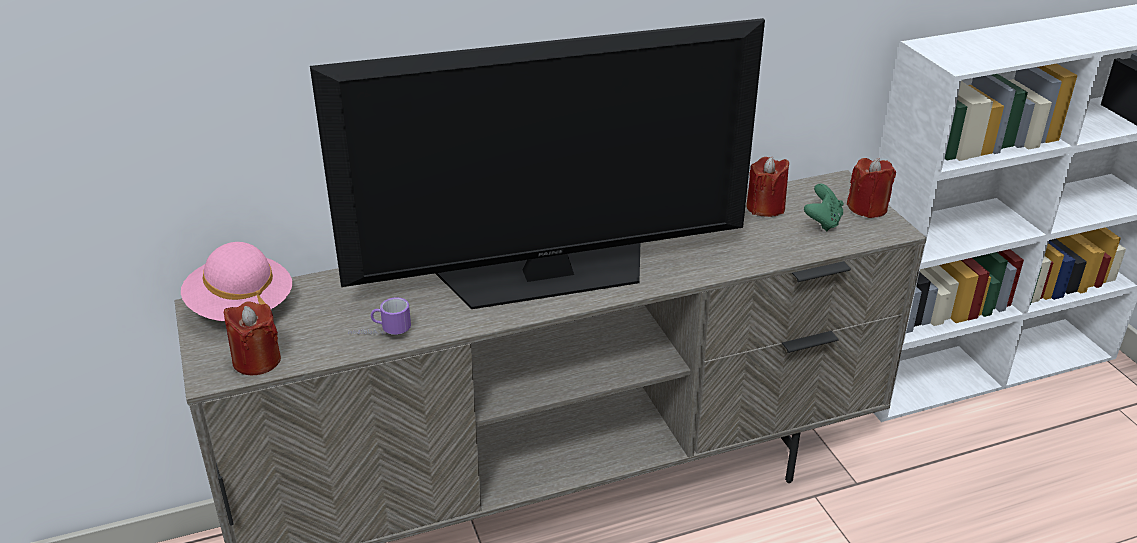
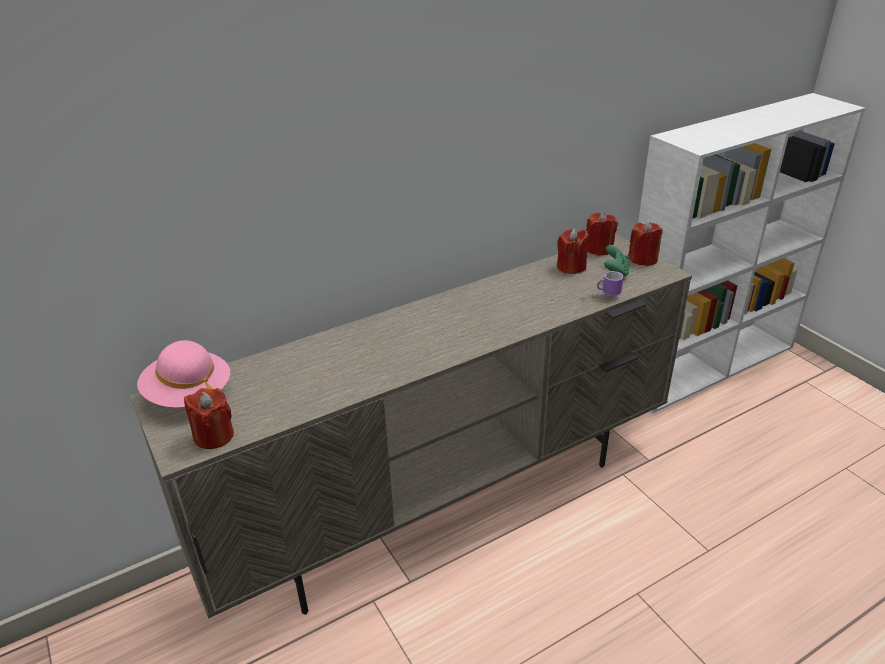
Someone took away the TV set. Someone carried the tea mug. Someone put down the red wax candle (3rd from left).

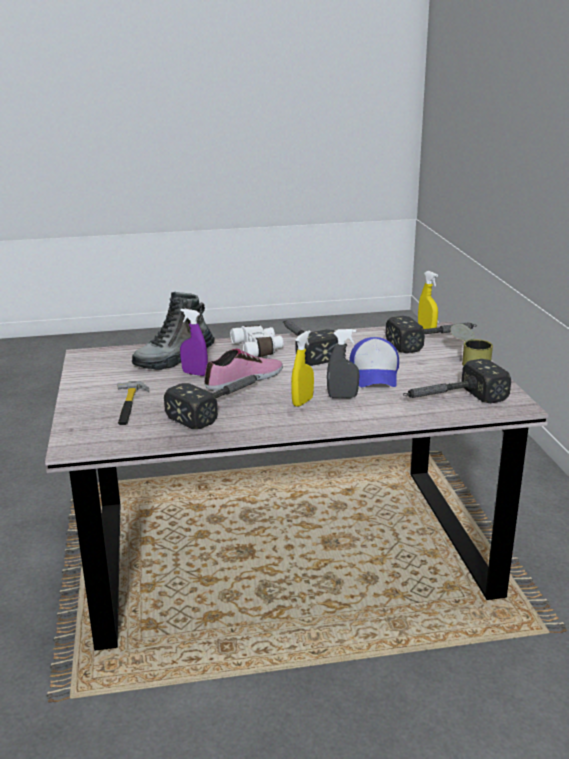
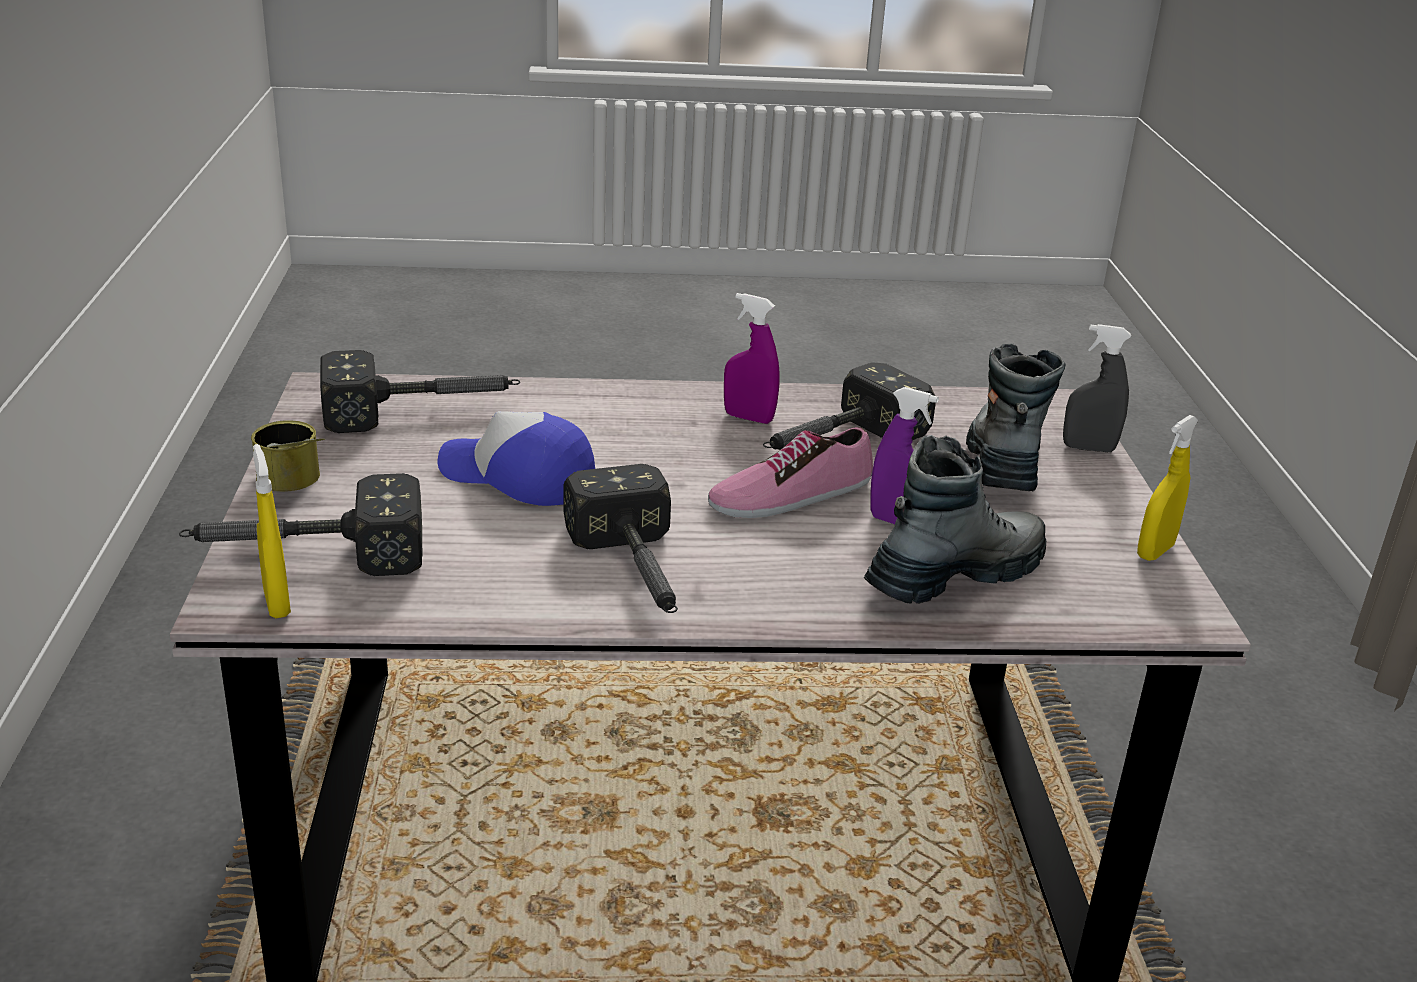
Someone swapped the hammer (1st from left) for the boot (2nd from left). Someone took away the whitish pair of binoculars. Someone carried the yellow hand sprayer (1st from left in the first image). Someone carried the grey hand sprayer. Someone rotated the peaked cap by 75 degrees counterclockwise. Someone put down the purple-coloured hand sprayer (1st from left).

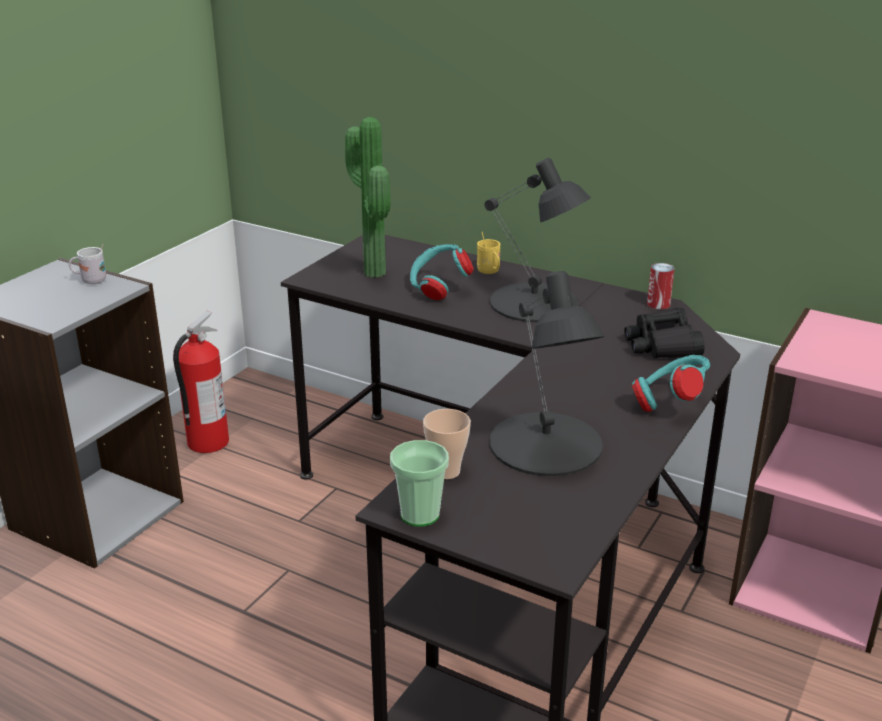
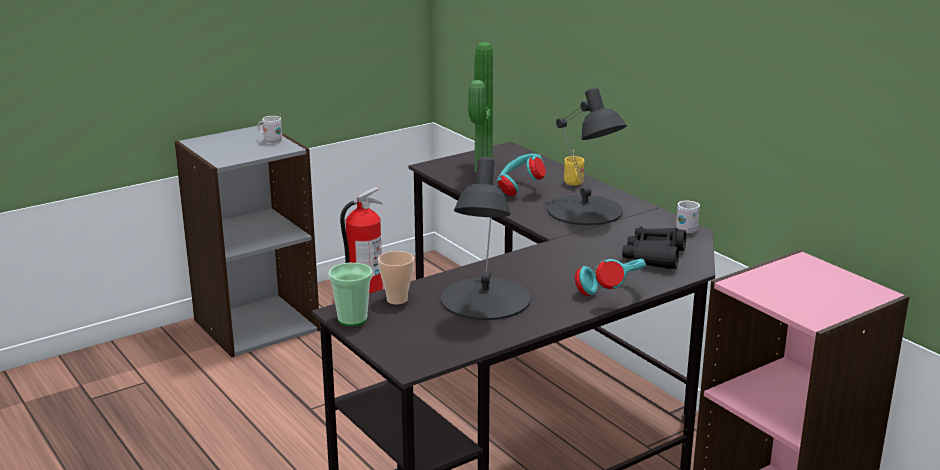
Someone swapped the can for the whitish tea mug (2nd from left).

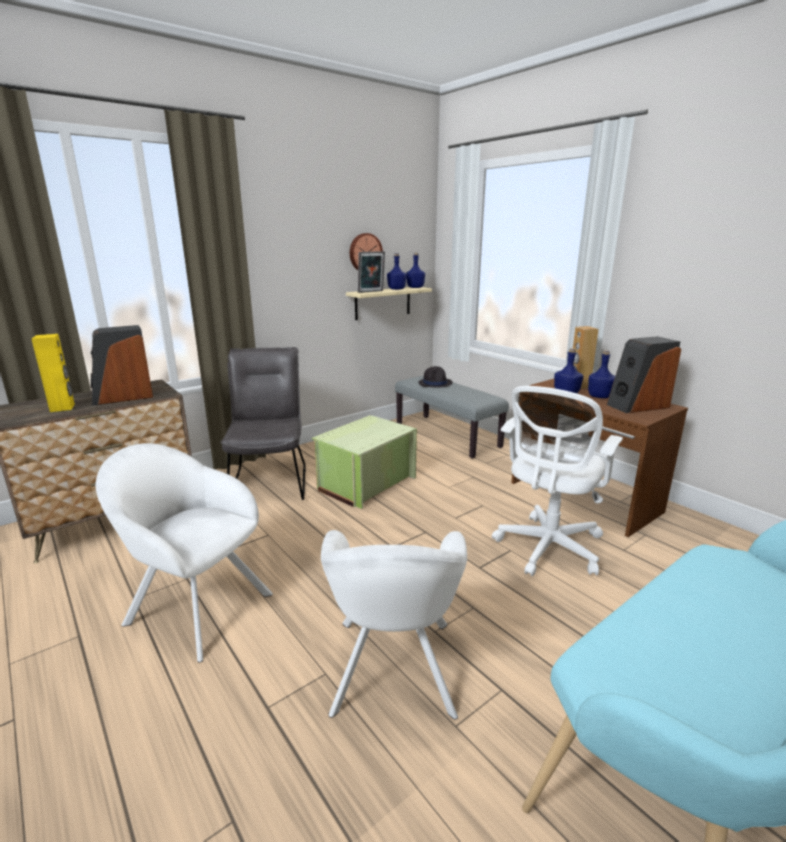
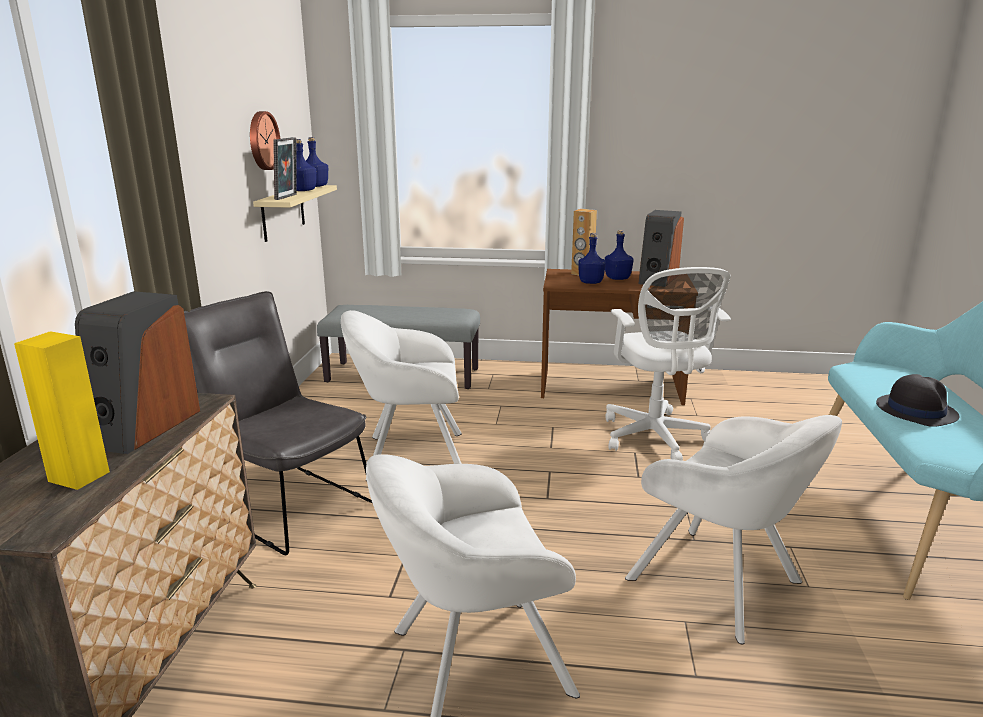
Someone swapped the green-coloured storage container for the whitish easy chair (1st from left). Someone carried the black hat.

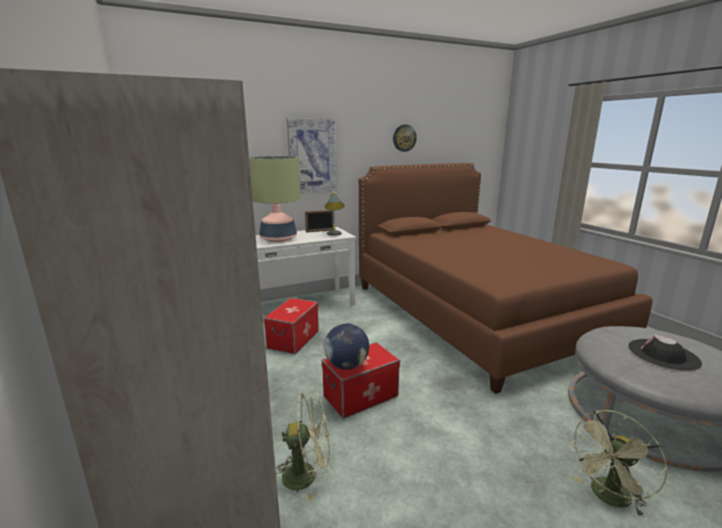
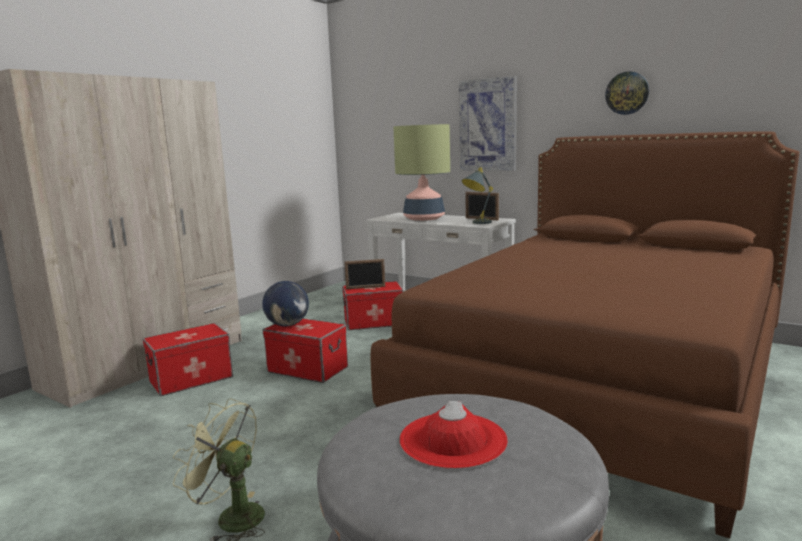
Someone swapped the green-coloured cooling fan (1st from left) for the storage container (1st from left). Someone repainted the black hat, which became the red hat. Someone put down the picture frame (1st from left).

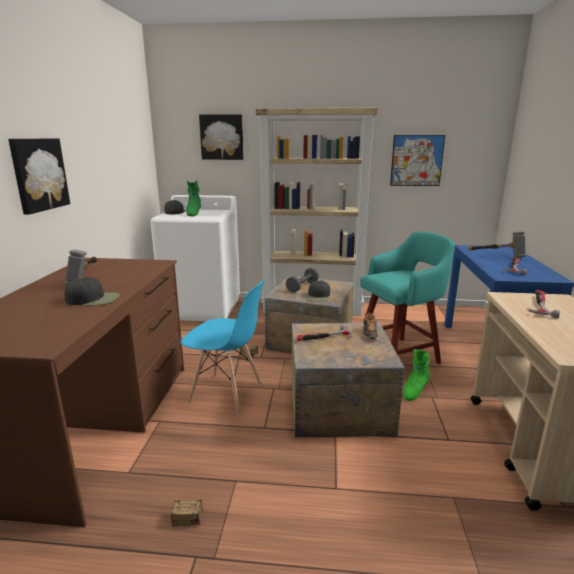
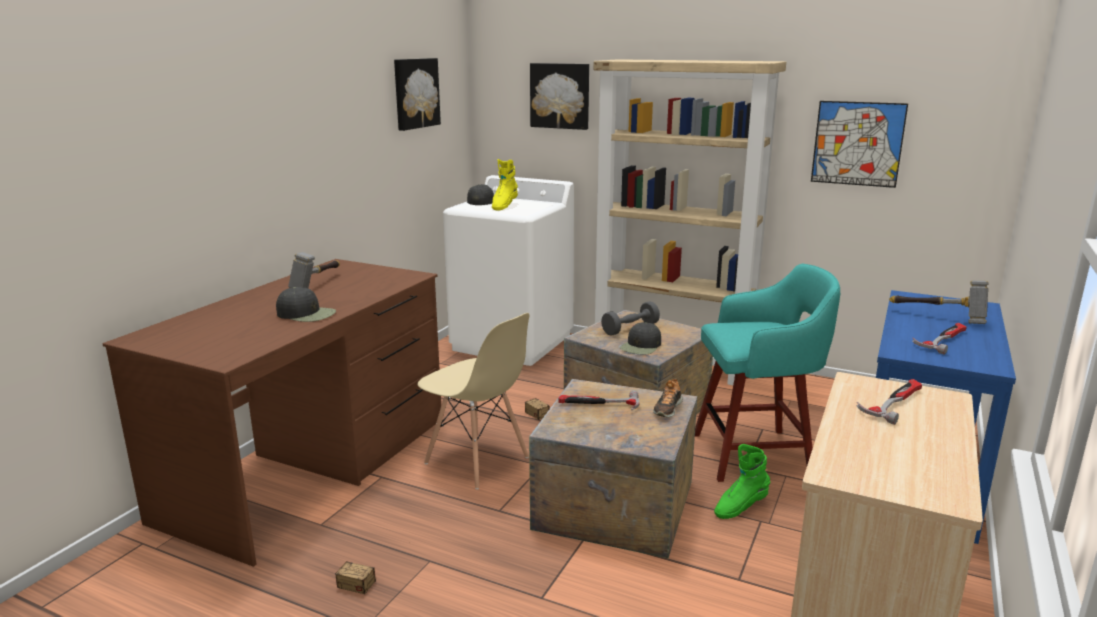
Someone carried the picture (1st from left). Someone repainted the bluish chair, which became the beige-coloured chair. Someone repainted the green-coloured boot (1st from left), which became the yellow boot.

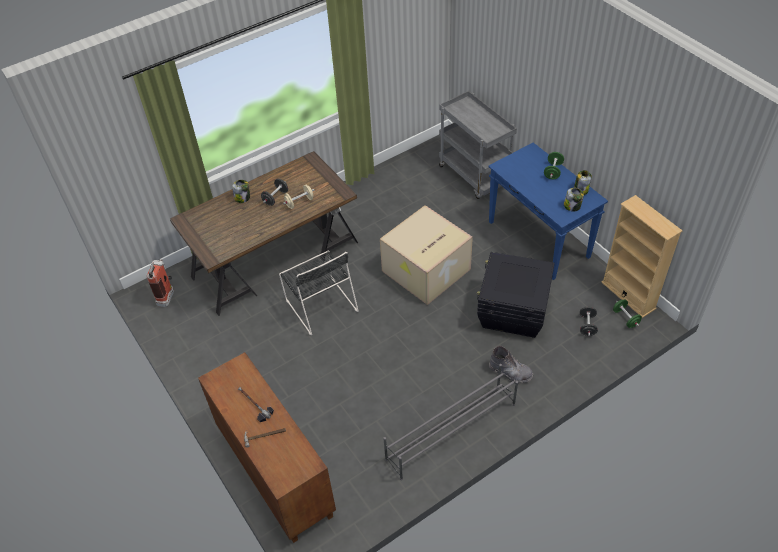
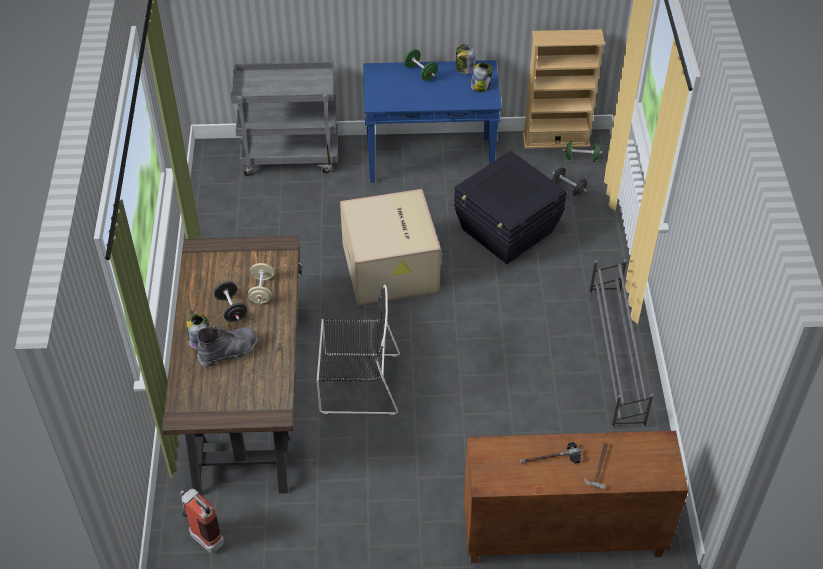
Someone carried the grey boot.

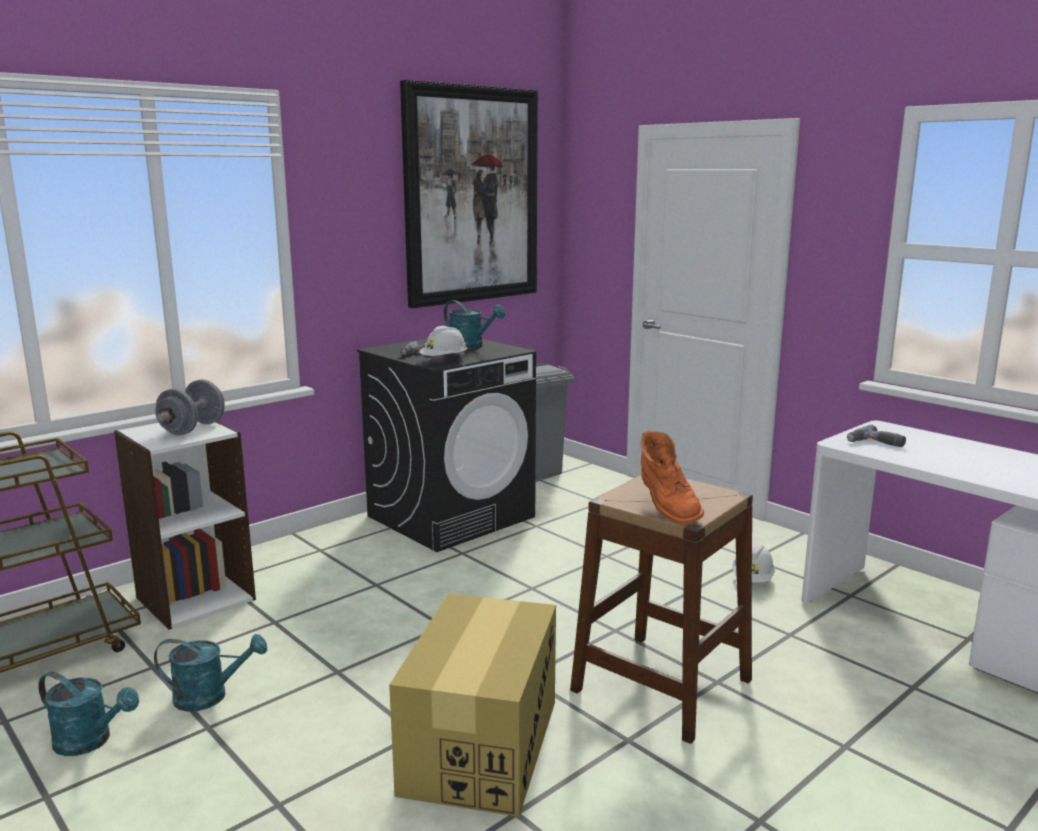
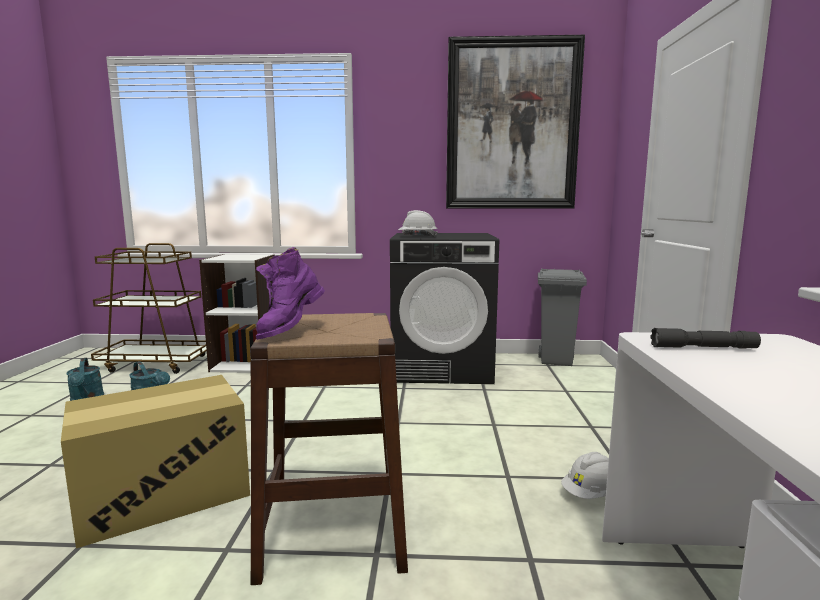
Someone took away the grey free weight. Someone took away the turquoise watering can (3rd from left). Someone repainted the orange boot, which became the purple-coloured boot. Someone swapped the drill (2nd from left) for the grey flashlight.

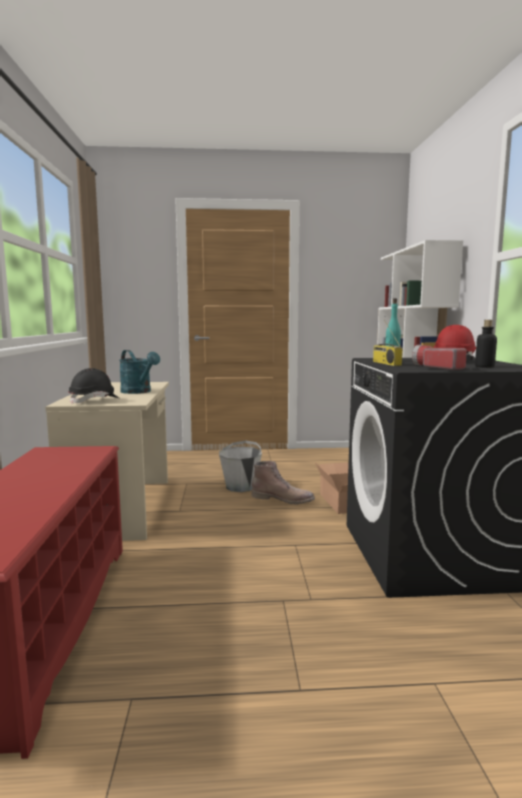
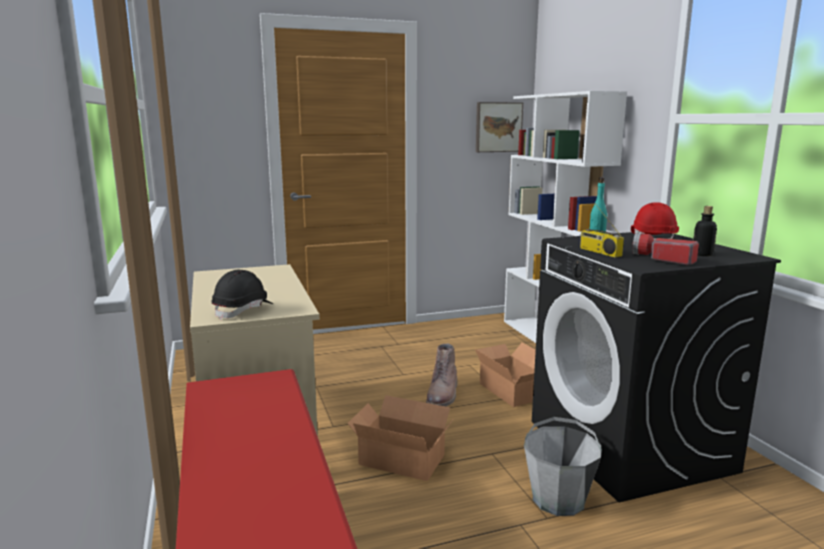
Someone took away the turquoise watering can. Someone carried the grey pail. Someone rotated the brown-coloured boot by 105 degrees clockwise. Someone put down the carton (1st from left). Someone put up the picture.

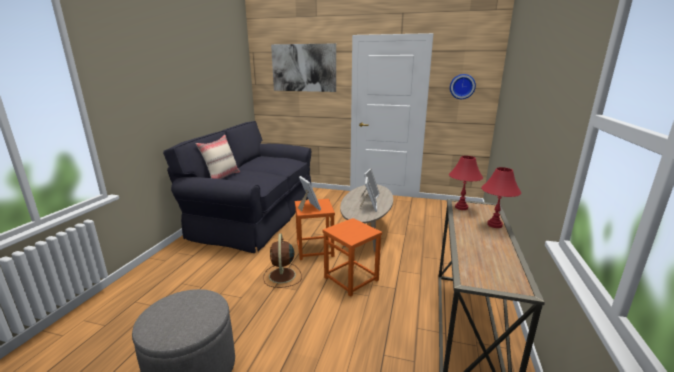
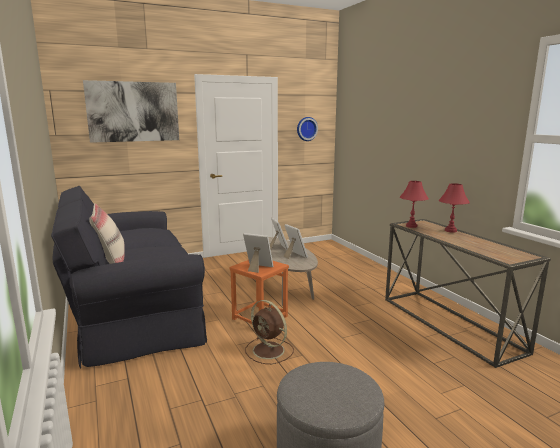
Someone took away the orange stool seat (2nd from left).

